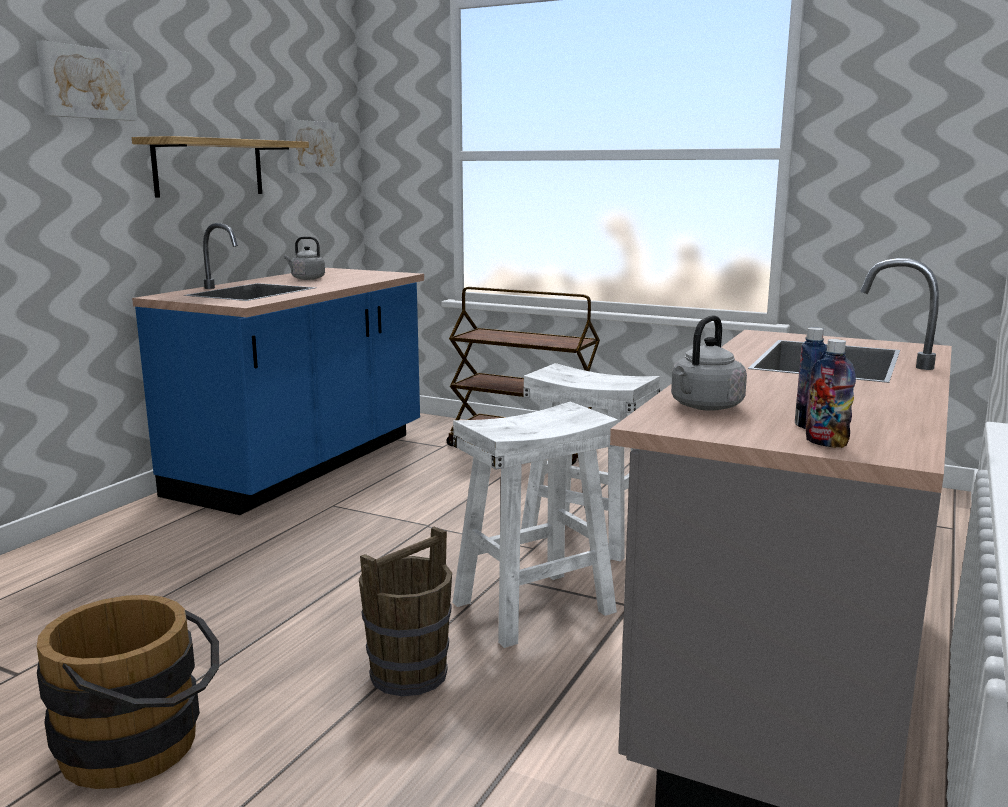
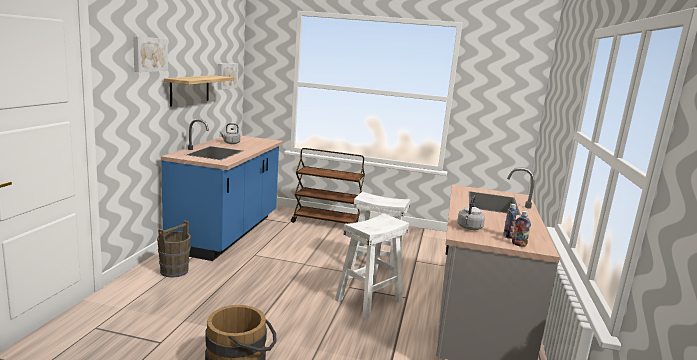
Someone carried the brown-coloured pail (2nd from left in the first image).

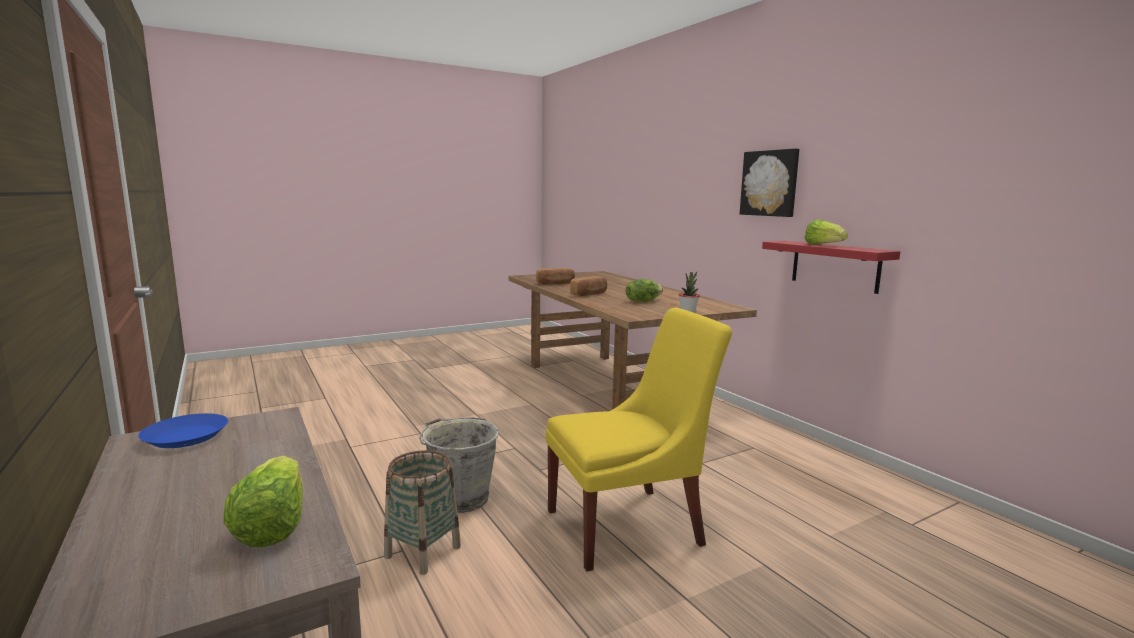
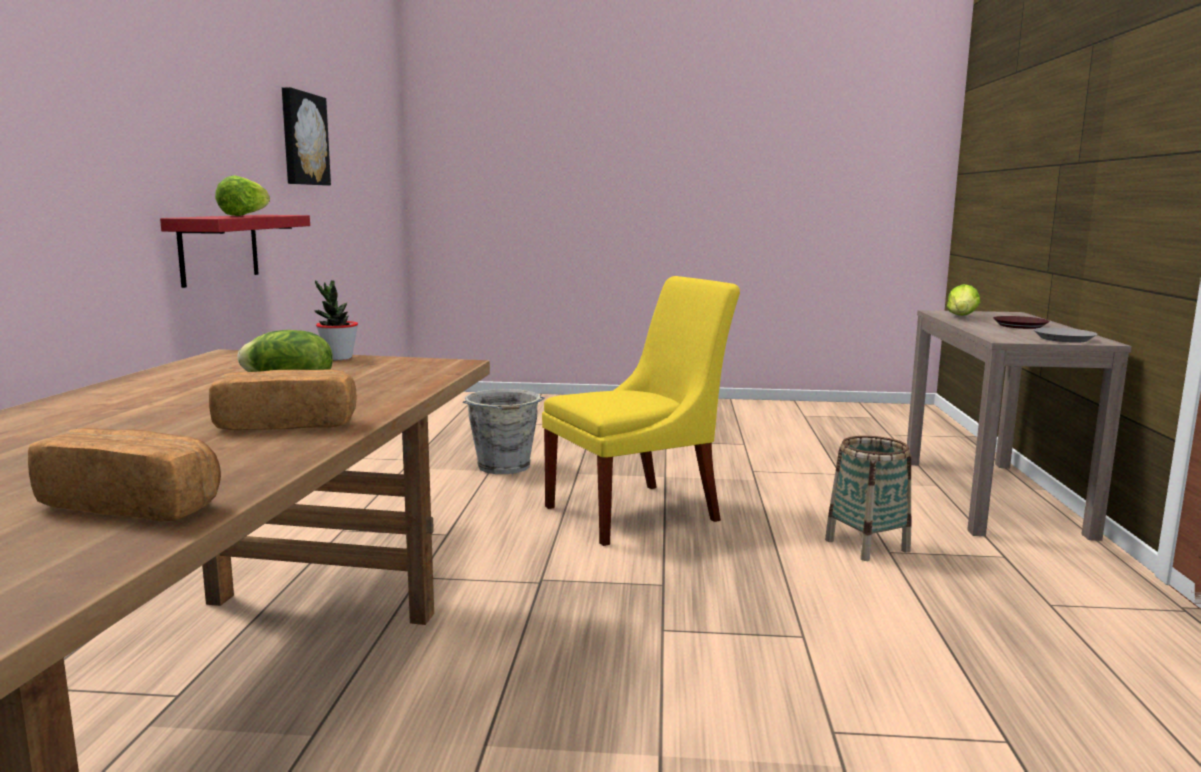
Someone repainted the bluish dinner plate, which became the grey dinner plate. Someone carried the grey pail. Someone rotated the yellow chair by 135 degrees clockwise. Someone carried the picture. Someone put down the brown-coloured dinner plate.

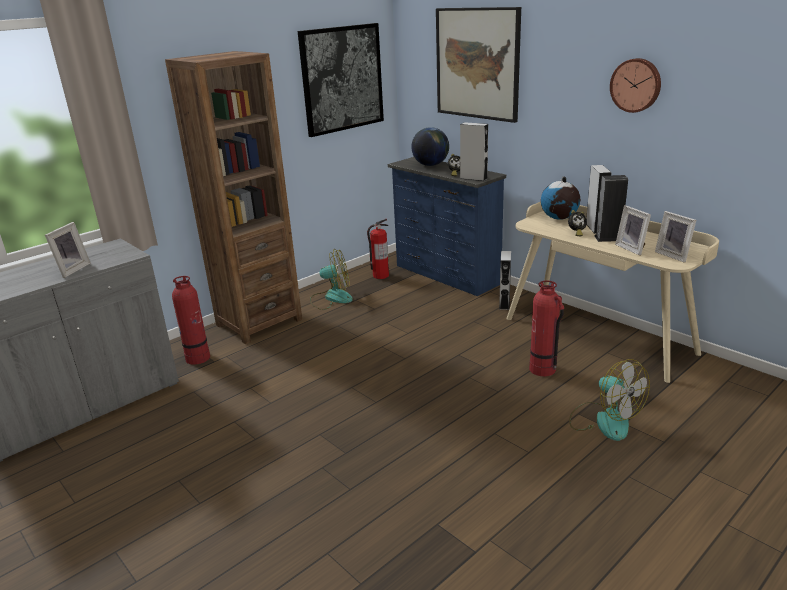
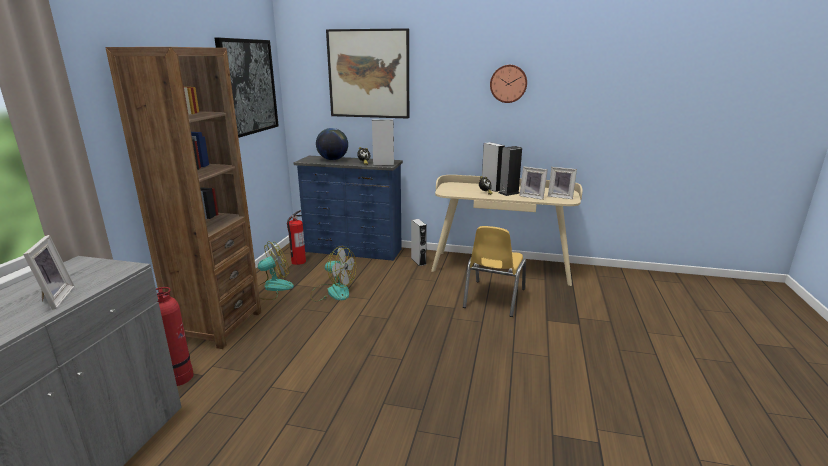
Someone swapped the fire-fighting cylinder (3rd from left) for the yellow chair. Someone took away the world globe (2nd from left). Someone carried the cooling fan (2nd from left).

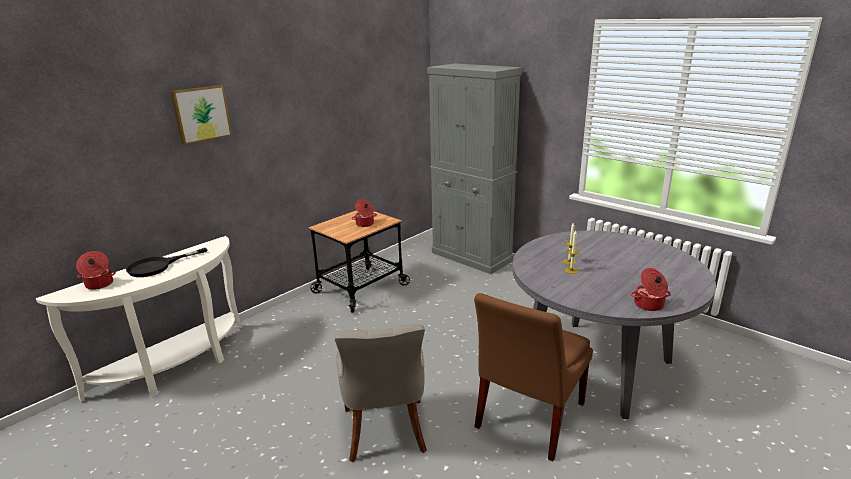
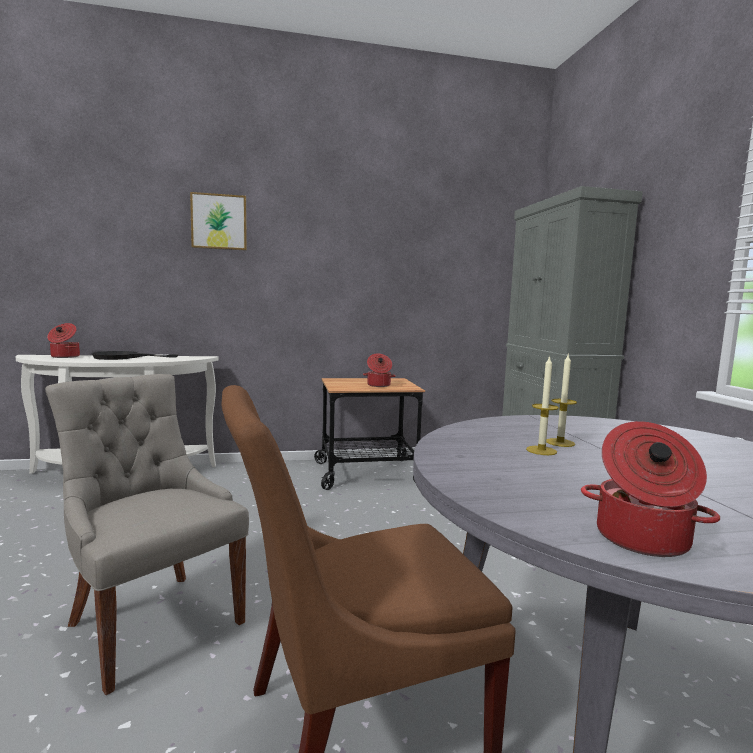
Someone rotated the grey chair by 105 degrees clockwise.

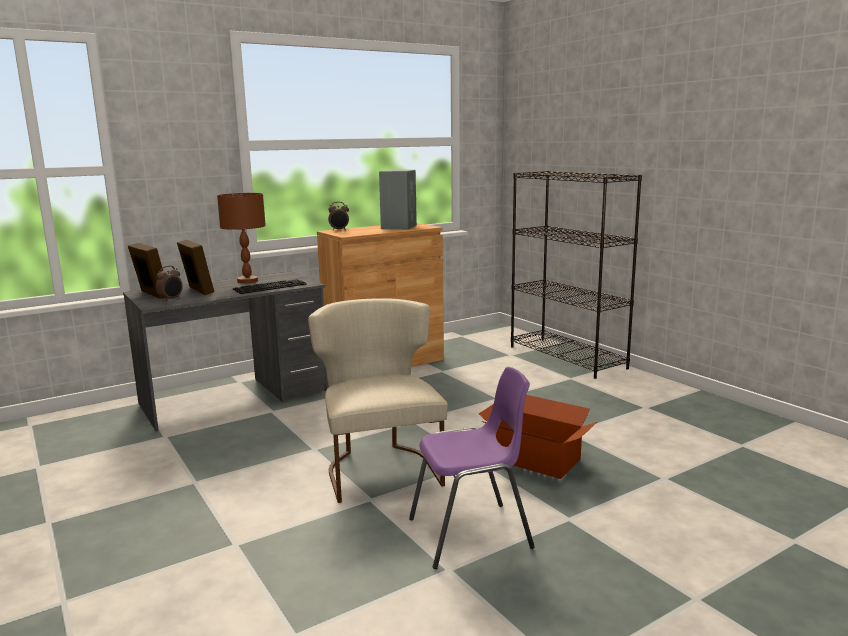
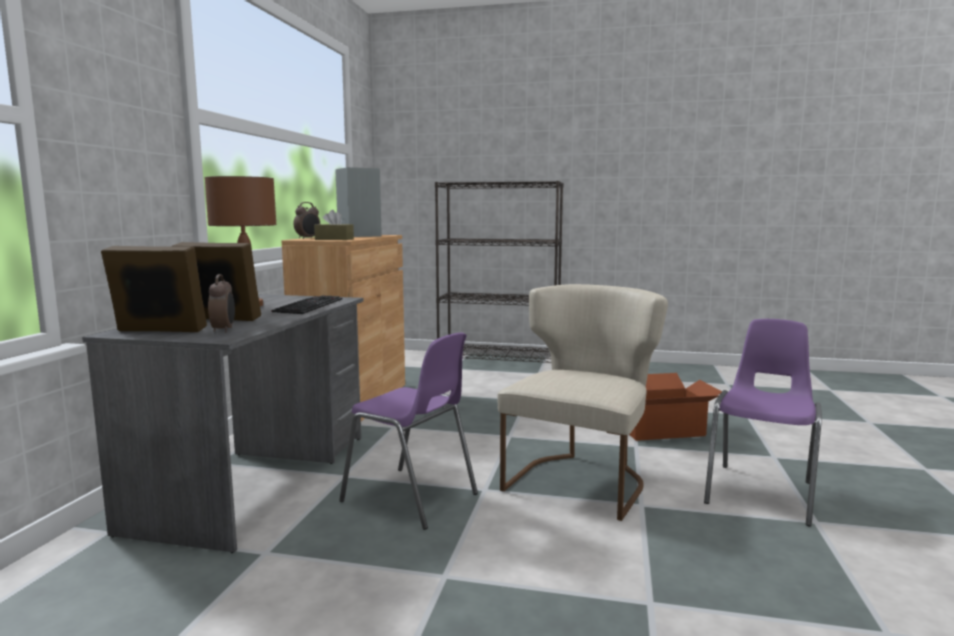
Someone rotated the beige-coloured chair by 90 degrees clockwise. Someone put down the brown-coloured box of tissues. Someone put down the purple-coloured chair (1st from left).

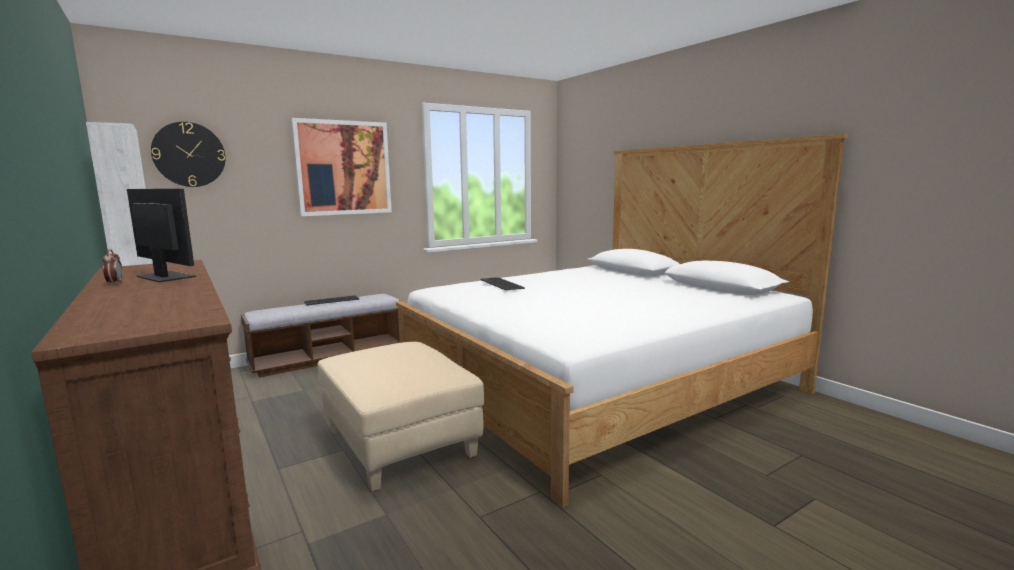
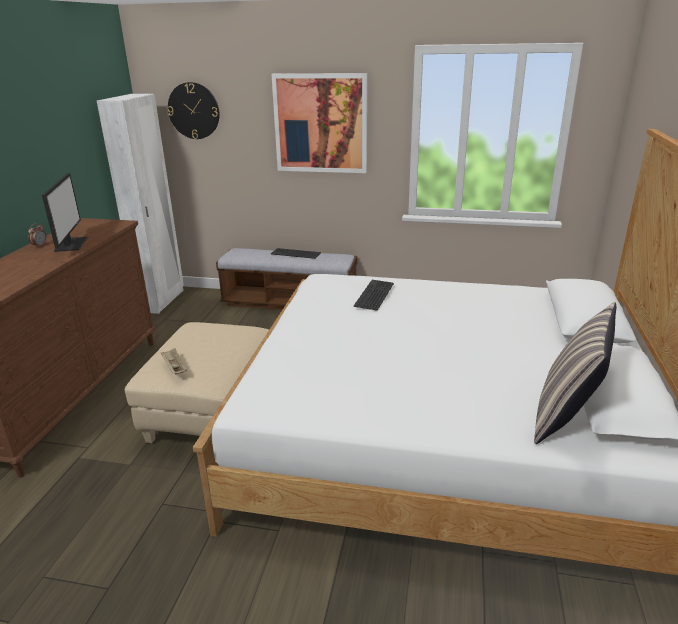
Someone put down the beige-coloured serving tray. Someone put down the throw pillow.

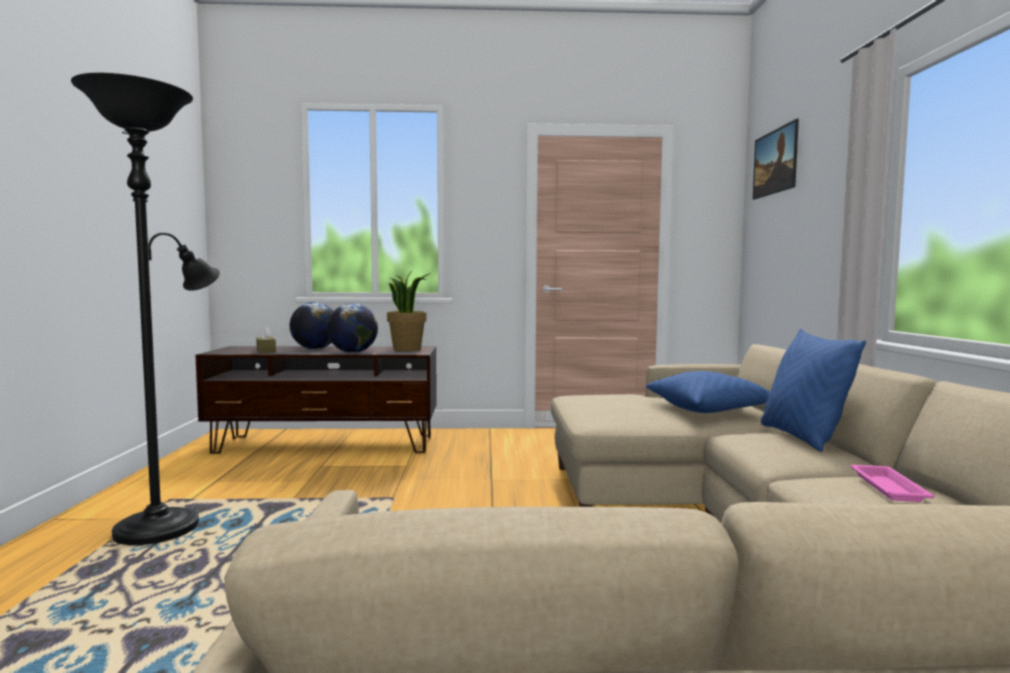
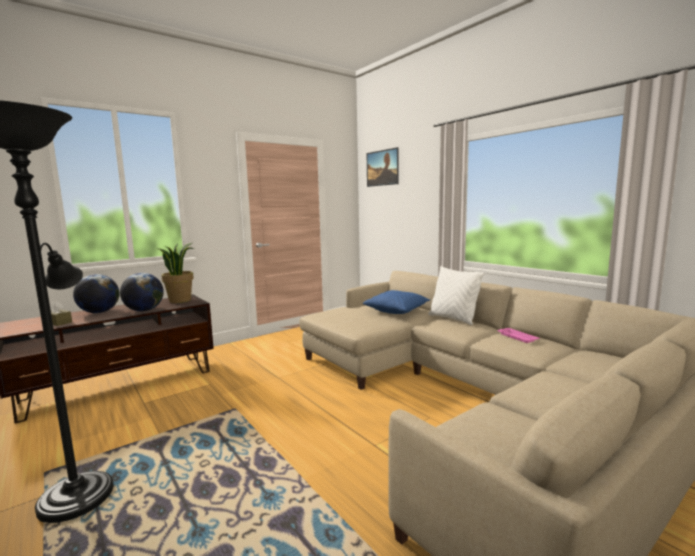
Someone repainted the bluish throw pillow (2nd from left), which became the whitish throw pillow.

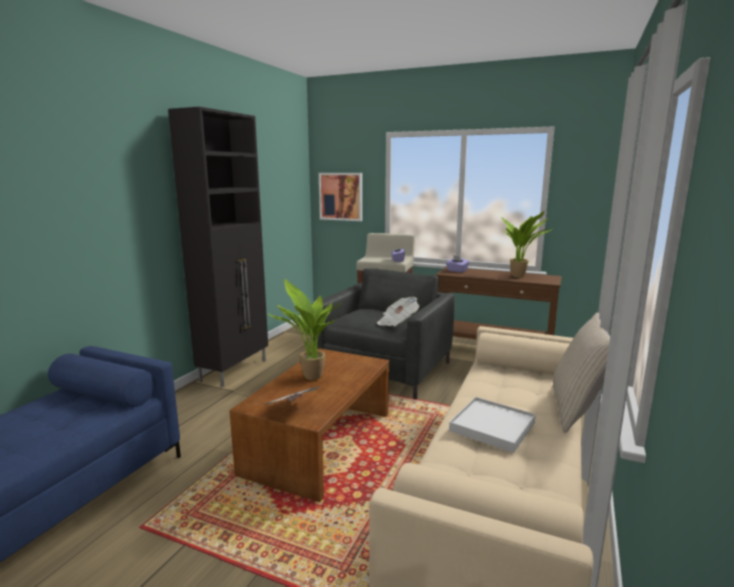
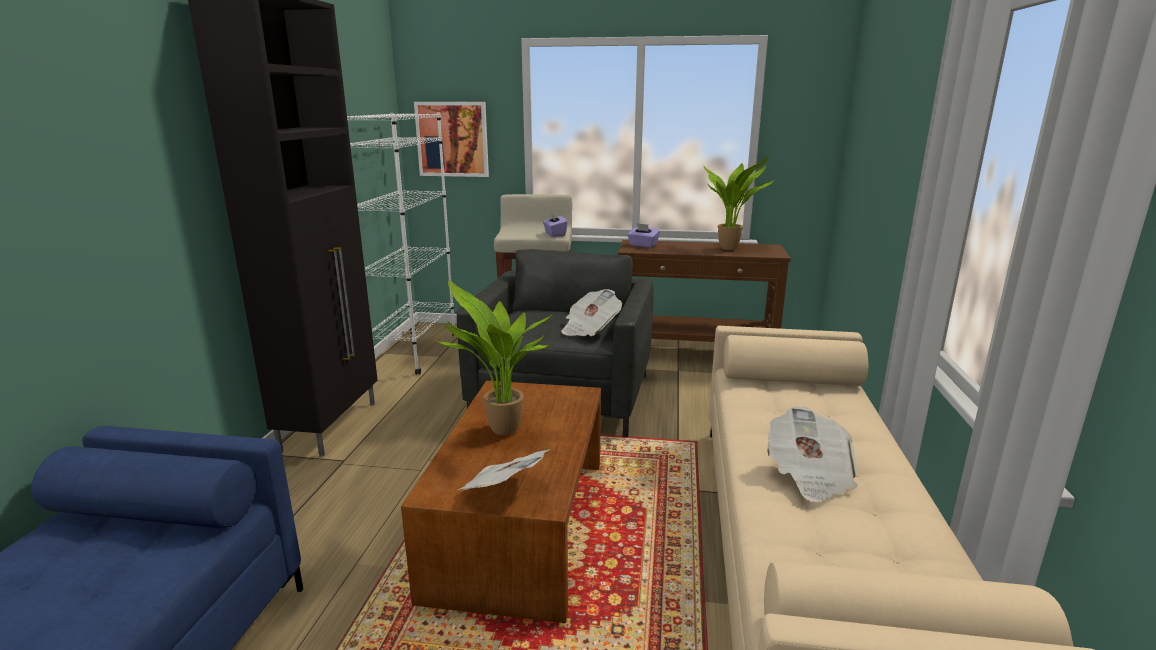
Someone swapped the whitish serving tray for the daily paper (3rd from left). Someone took away the beige-coloured throw pillow. Someone put down the whitish bookcase.

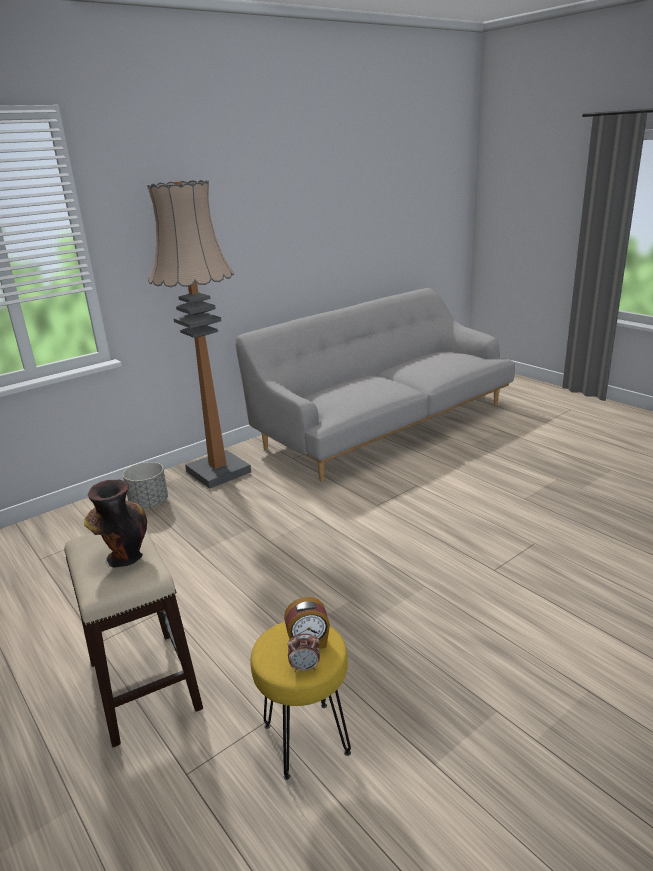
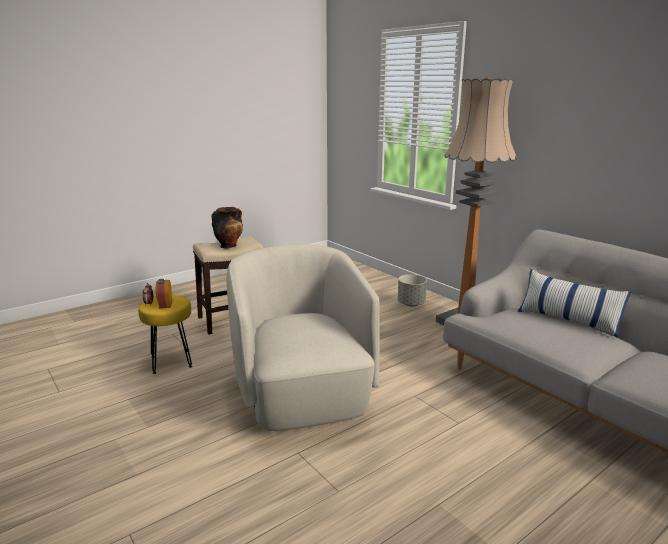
Someone put down the beige-coloured easy chair. Someone put down the throw pillow.

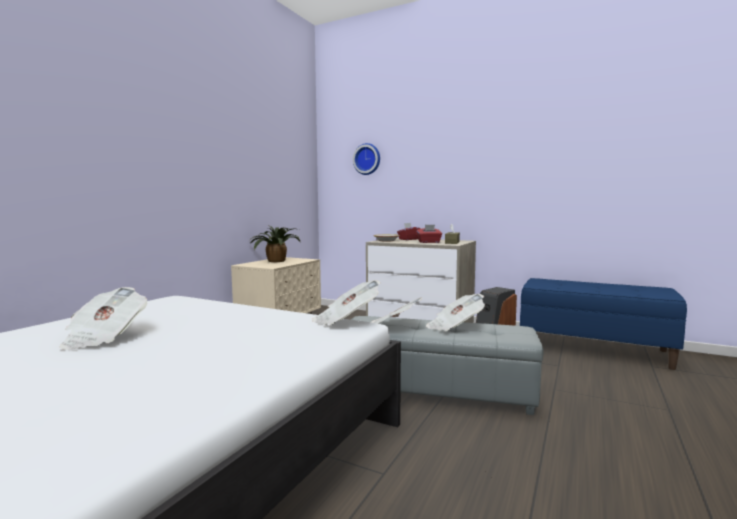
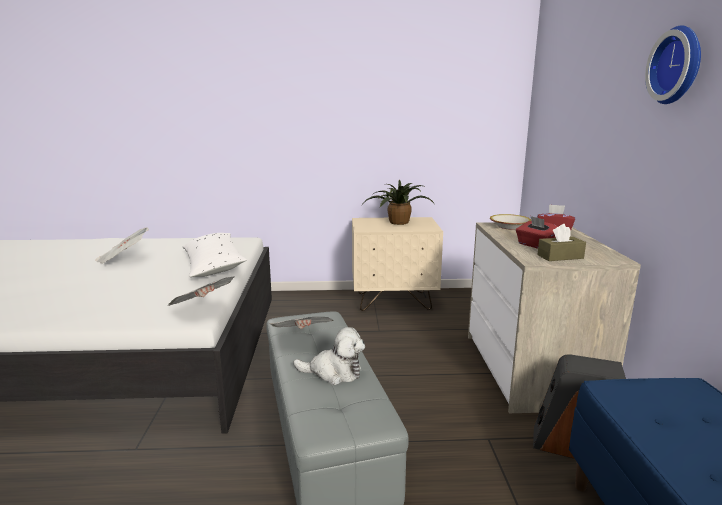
Someone carried the hanging clock. Someone swapped the daily paper (4th from left) for the plush toy. Someone put down the whitish throw pillow.

